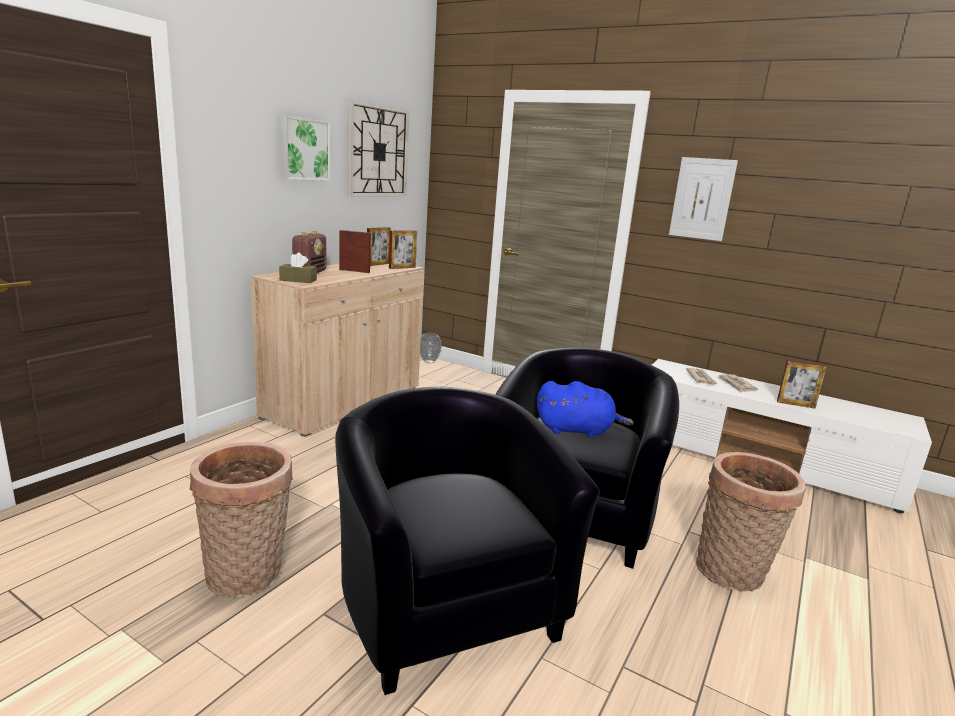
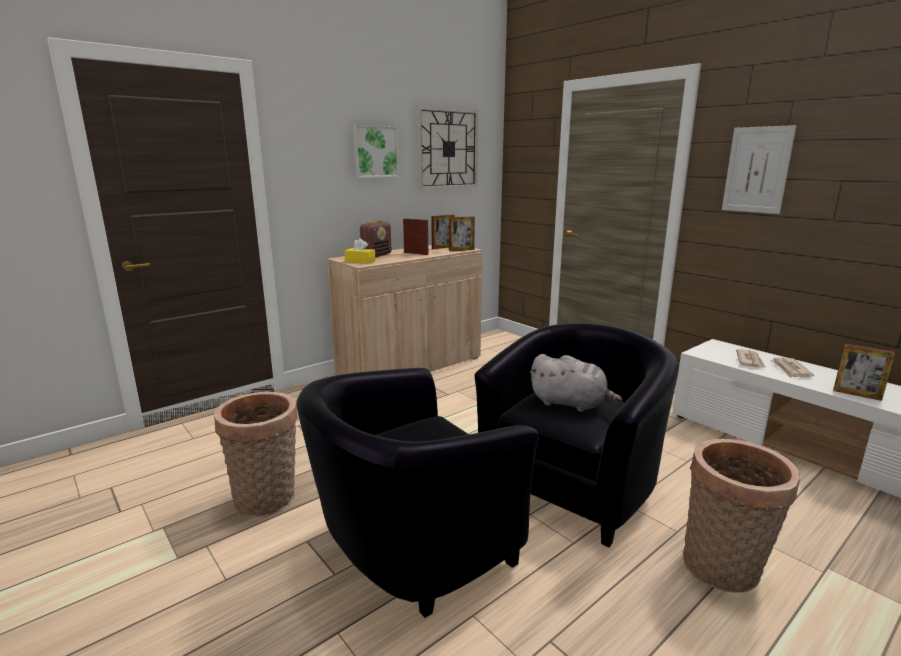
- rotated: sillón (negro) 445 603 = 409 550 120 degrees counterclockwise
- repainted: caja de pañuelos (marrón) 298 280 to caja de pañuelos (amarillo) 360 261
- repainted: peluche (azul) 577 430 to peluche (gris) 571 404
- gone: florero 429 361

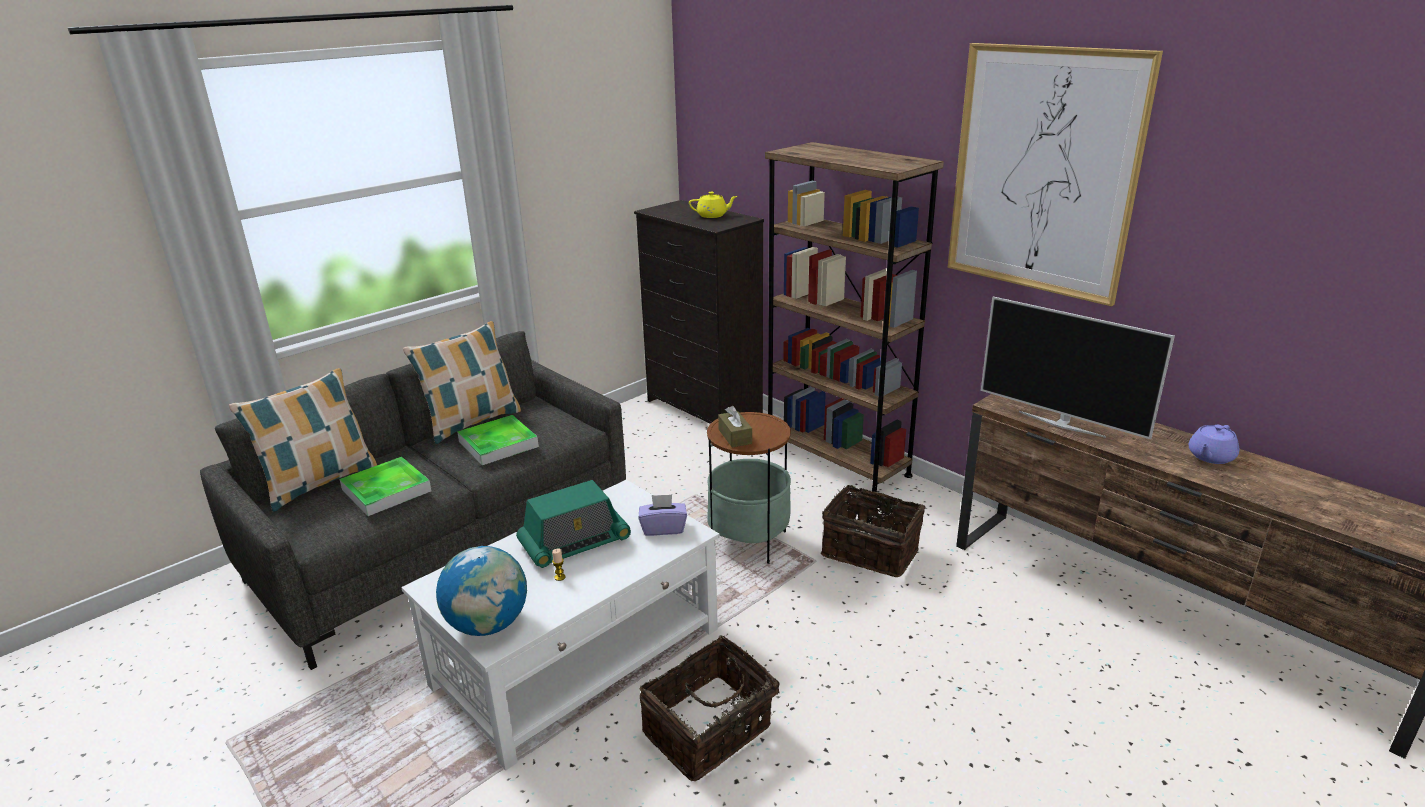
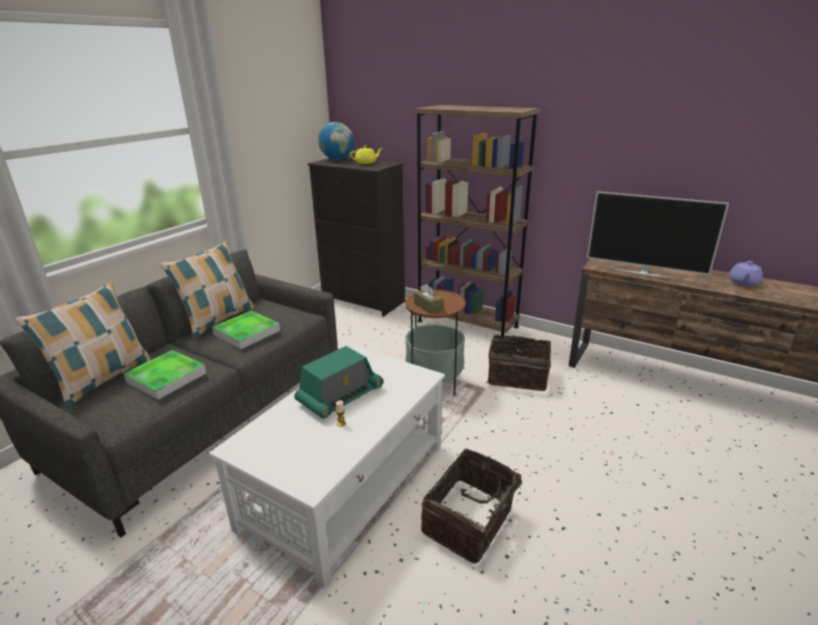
- shifted: globo terráqueo 488 625 to 337 159
- gone: caja de pañuelos (morado) 663 528
- gone: cuadro 1043 172

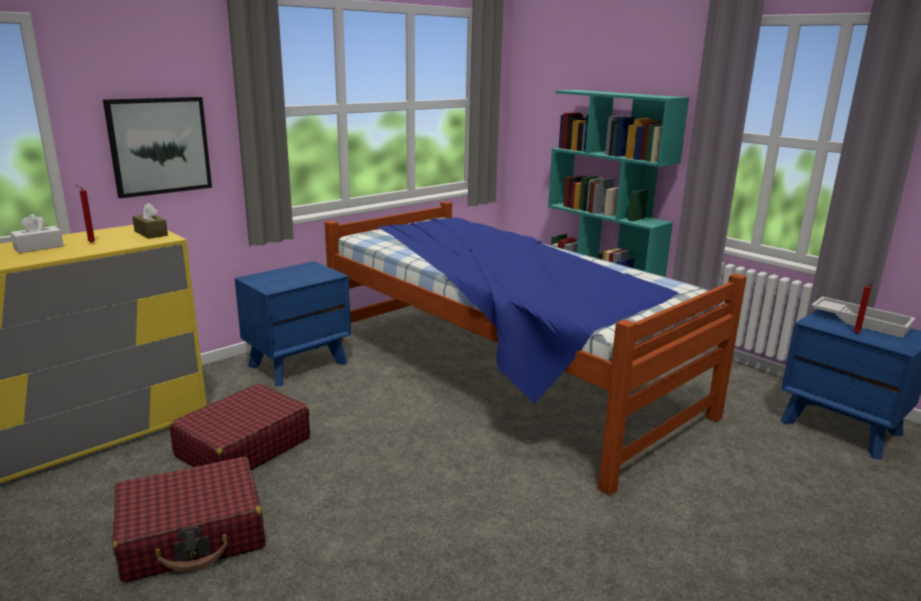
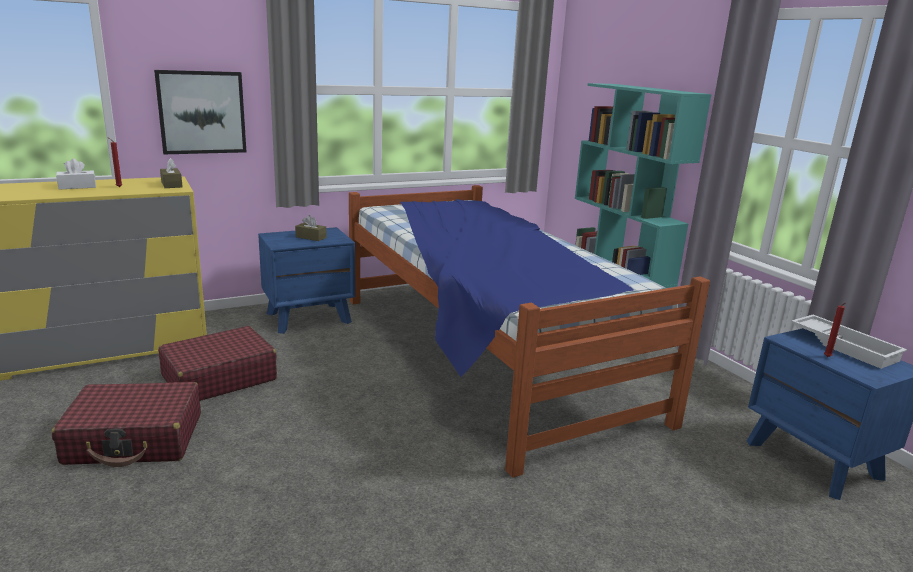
- new: caja de pañuelos (marrón) 311 237

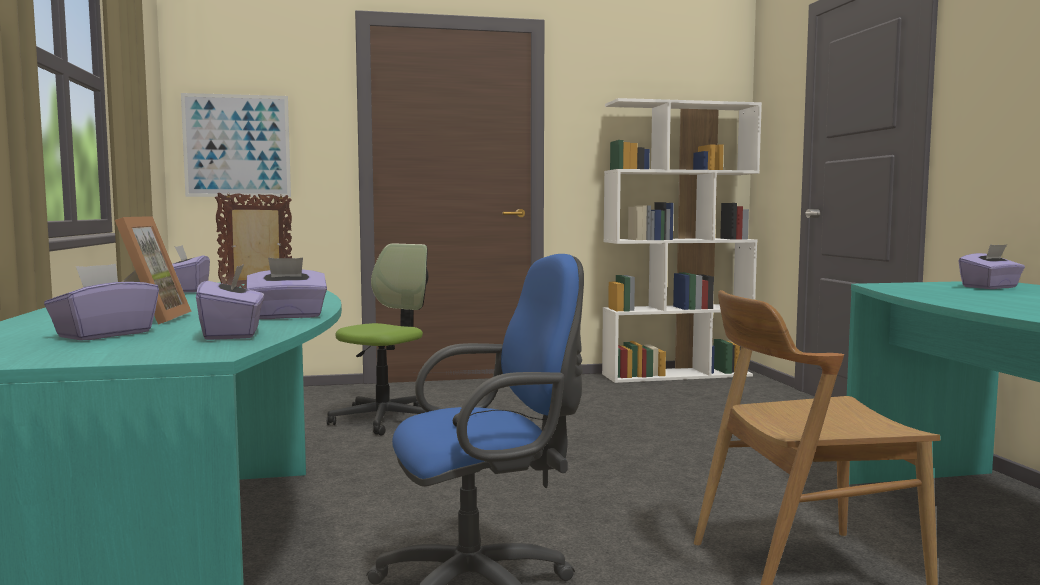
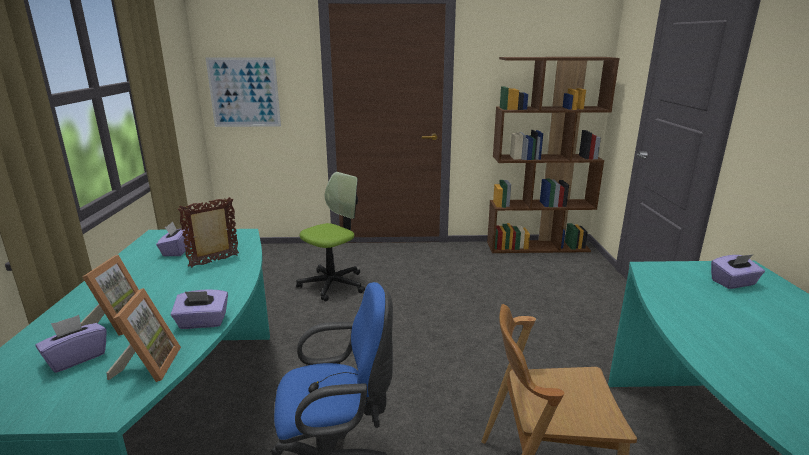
- swapped: caja de pañuelos (morado) 233 334 to portarretratos 148 365
- repainted: estantería (blanco) 677 375 to estantería (marrón) 538 247

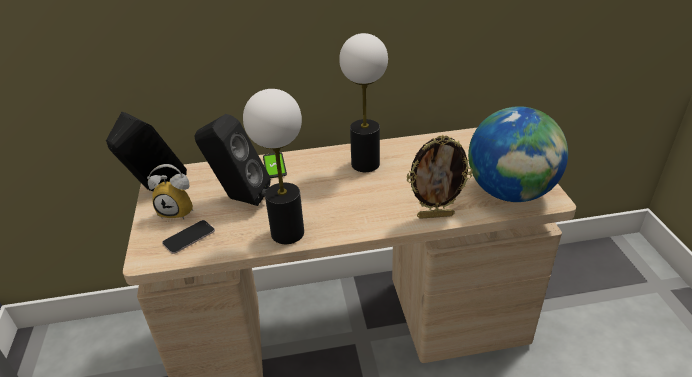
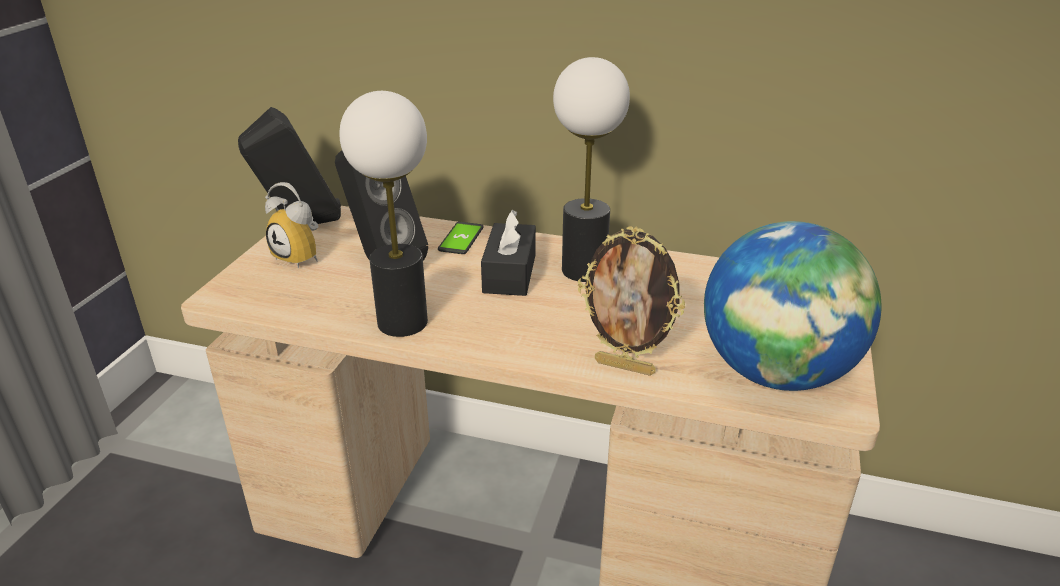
- new: caja de pañuelos (negro) 509 273
- gone: móvil 189 237

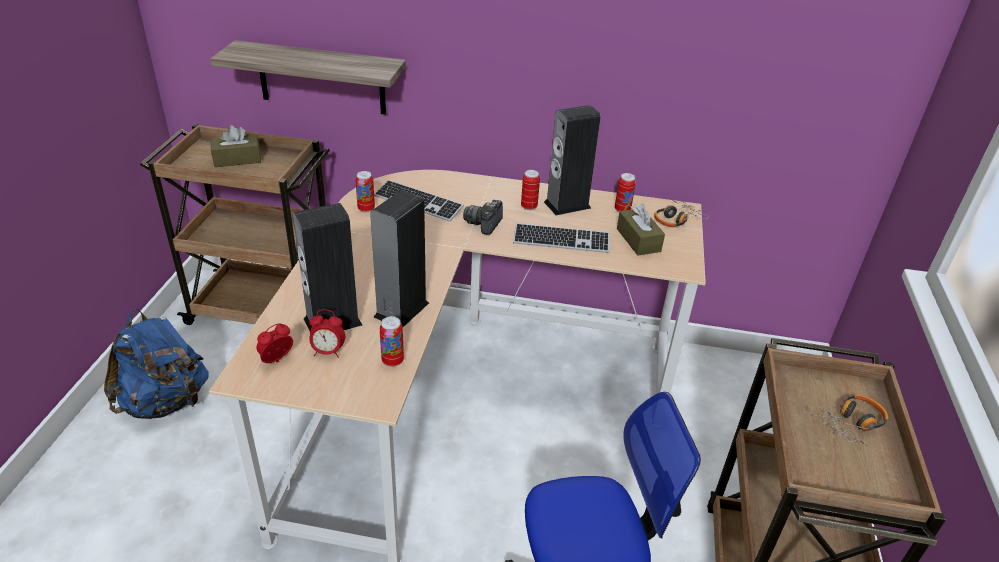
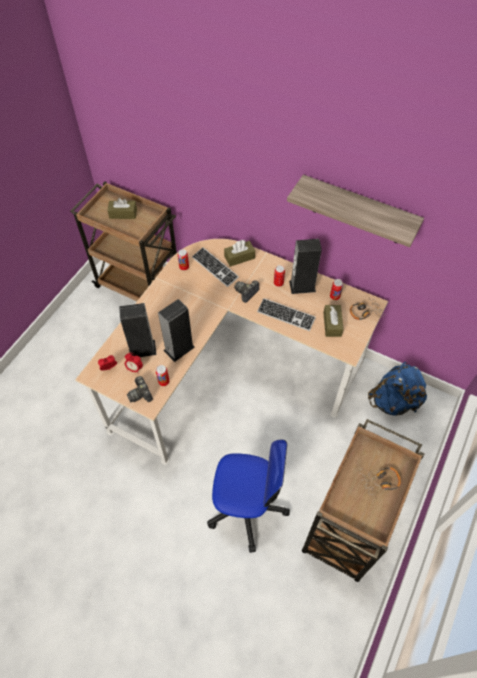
- new: cámara 141 394
- new: caja de pañuelos (marrón) 239 257
- shifted: estante 321 78 to 358 211
- shifted: mochila (azul) 165 402 to 393 401

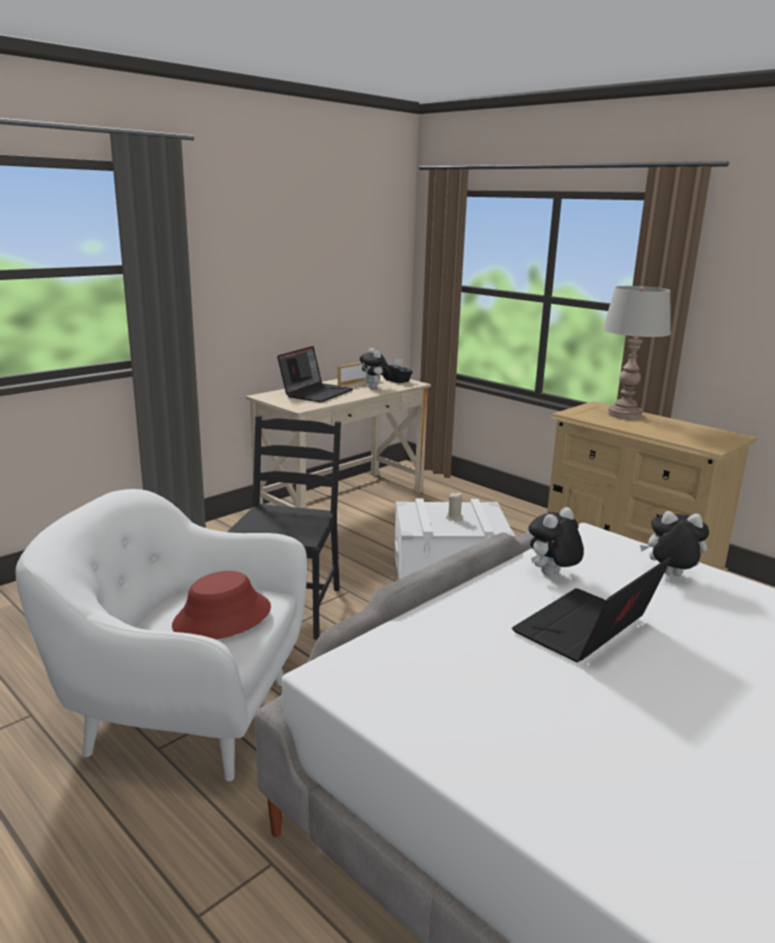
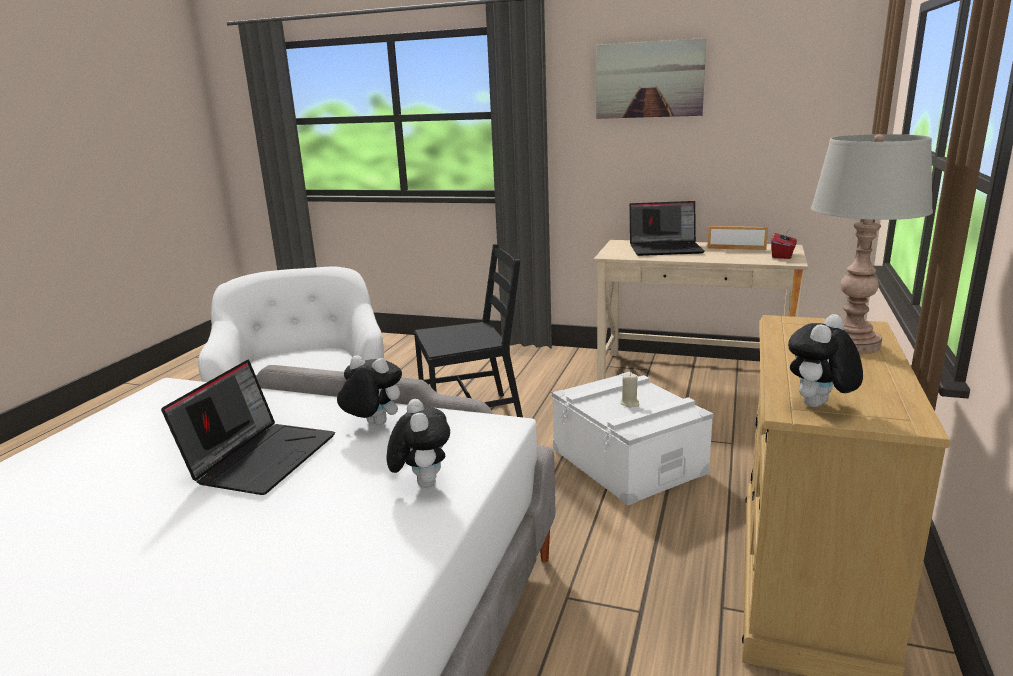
- rotated: portátil 586 631 = 261 457 90 degrees clockwise
- new: cuadro 649 80
- repainted: caja de pañuelos (negro) 396 380 to caja de pañuelos (rojo) 782 255
- shifted: peluche 374 388 to 819 406
- gone: sombrero (rojo) 222 617

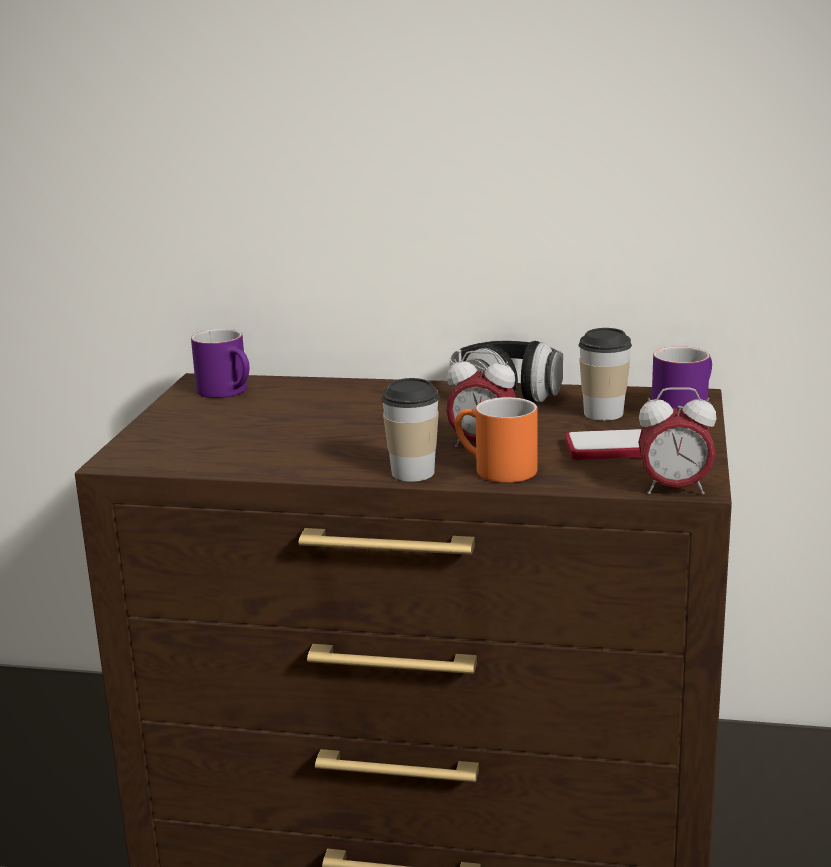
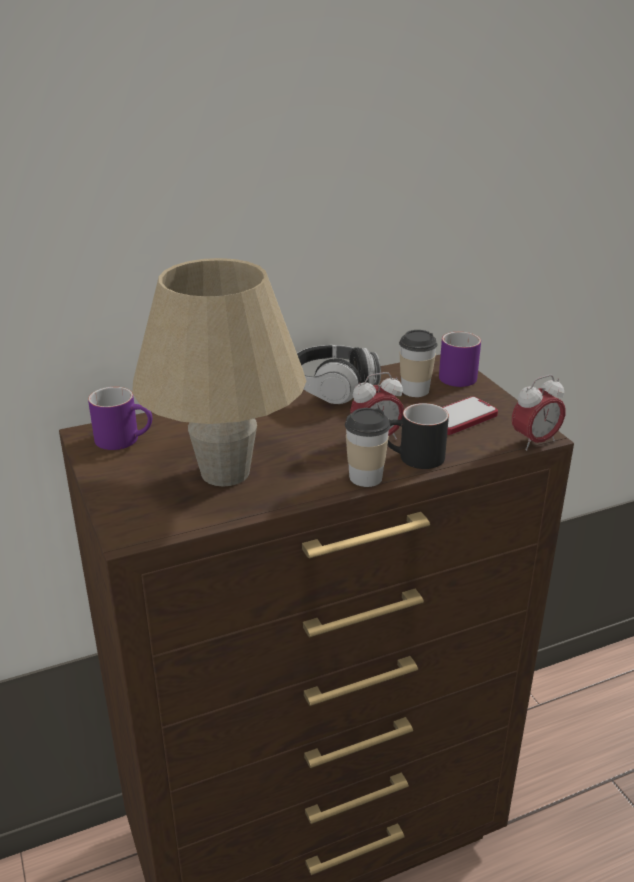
- new: lámpara de mesa (beis) 225 473
- repainted: taza grande (naranja) 494 470 to taza grande (negro) 413 458

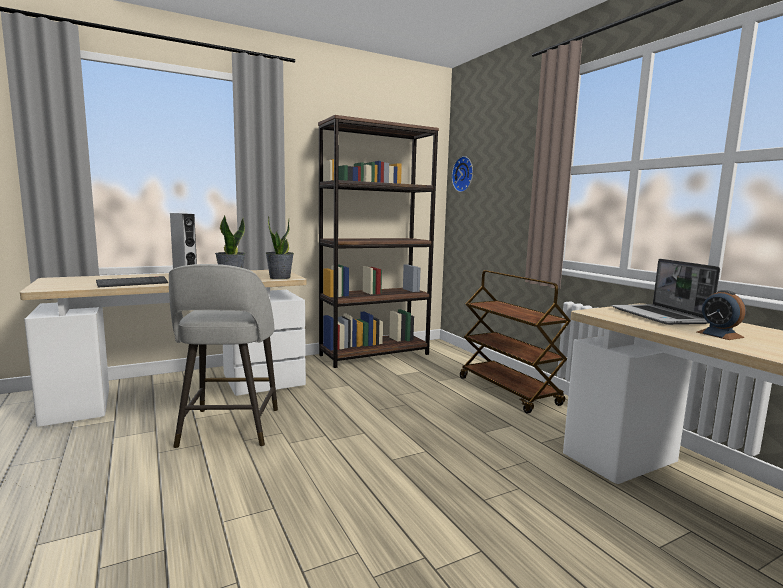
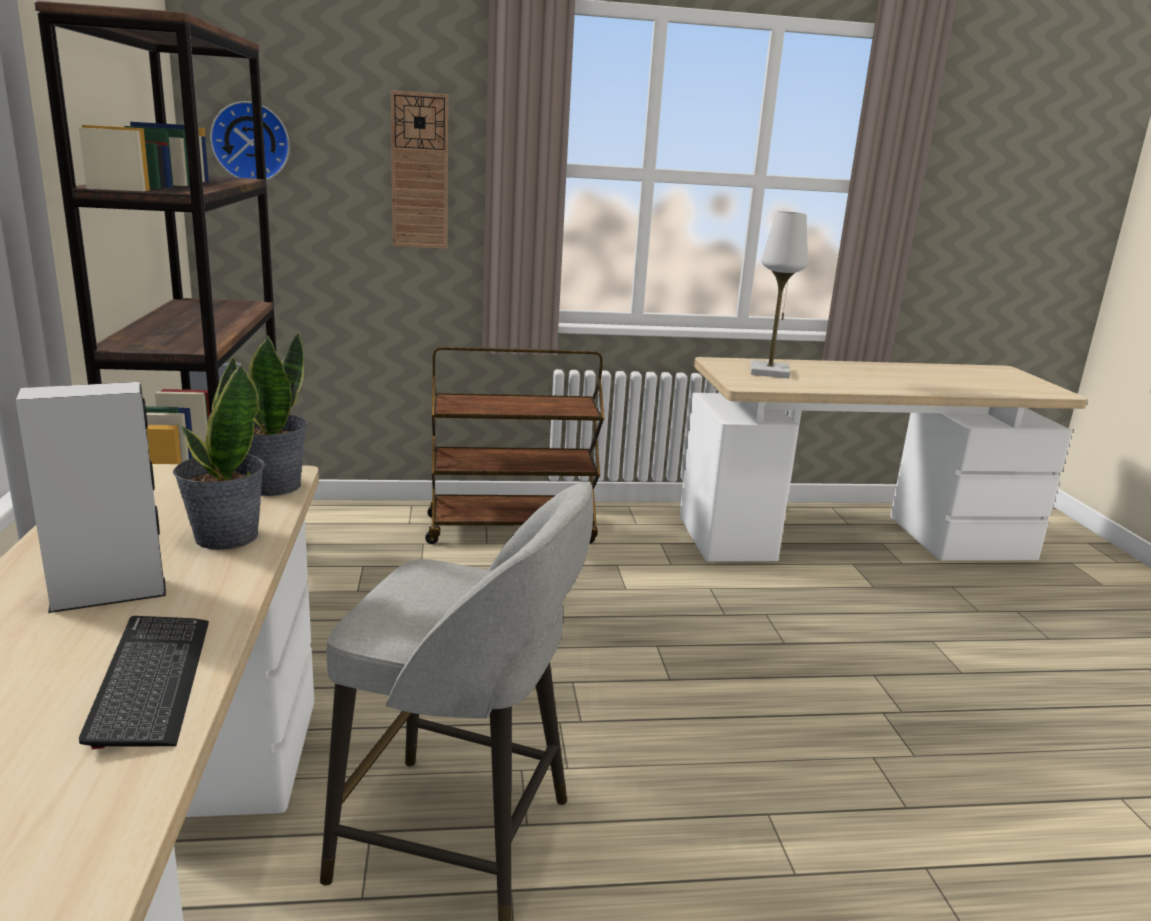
- new: reloj de pared 420 171
- swapped: portátil 660 316 to lámpara de mesa (blanco) 769 372
- gone: despertador 719 335

